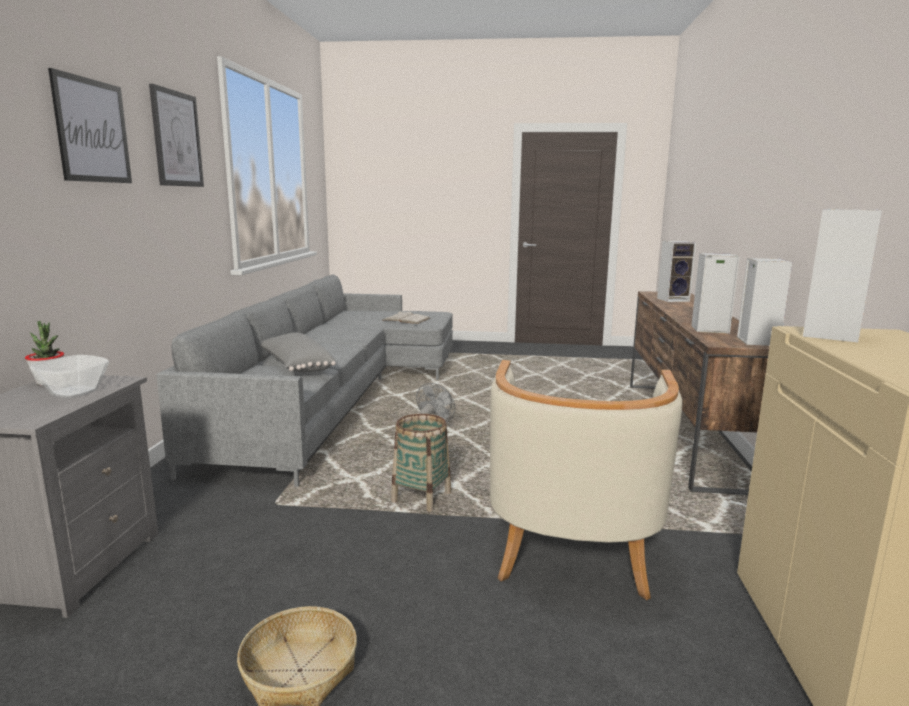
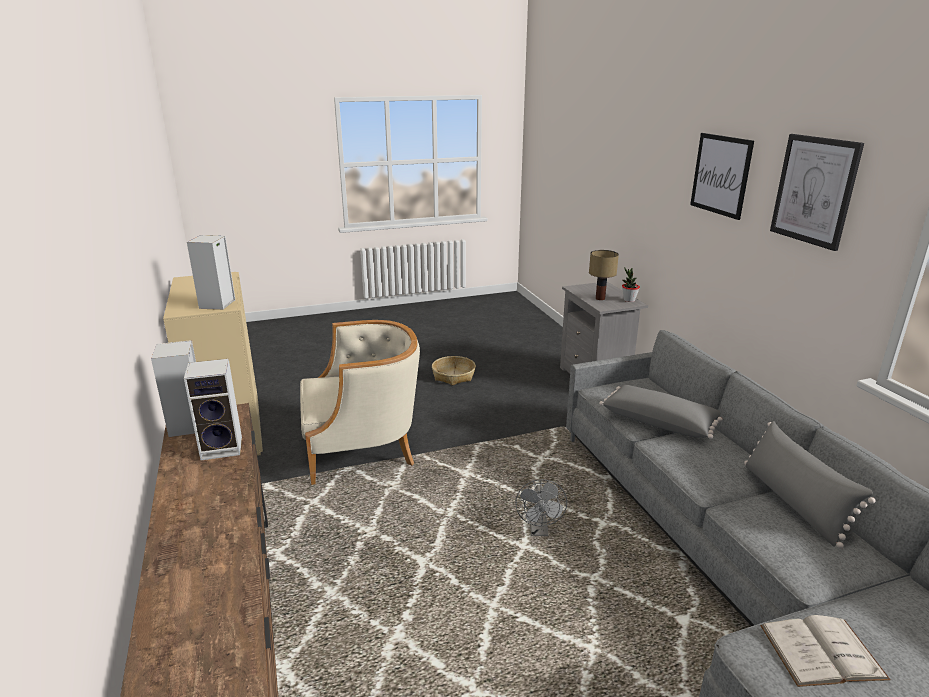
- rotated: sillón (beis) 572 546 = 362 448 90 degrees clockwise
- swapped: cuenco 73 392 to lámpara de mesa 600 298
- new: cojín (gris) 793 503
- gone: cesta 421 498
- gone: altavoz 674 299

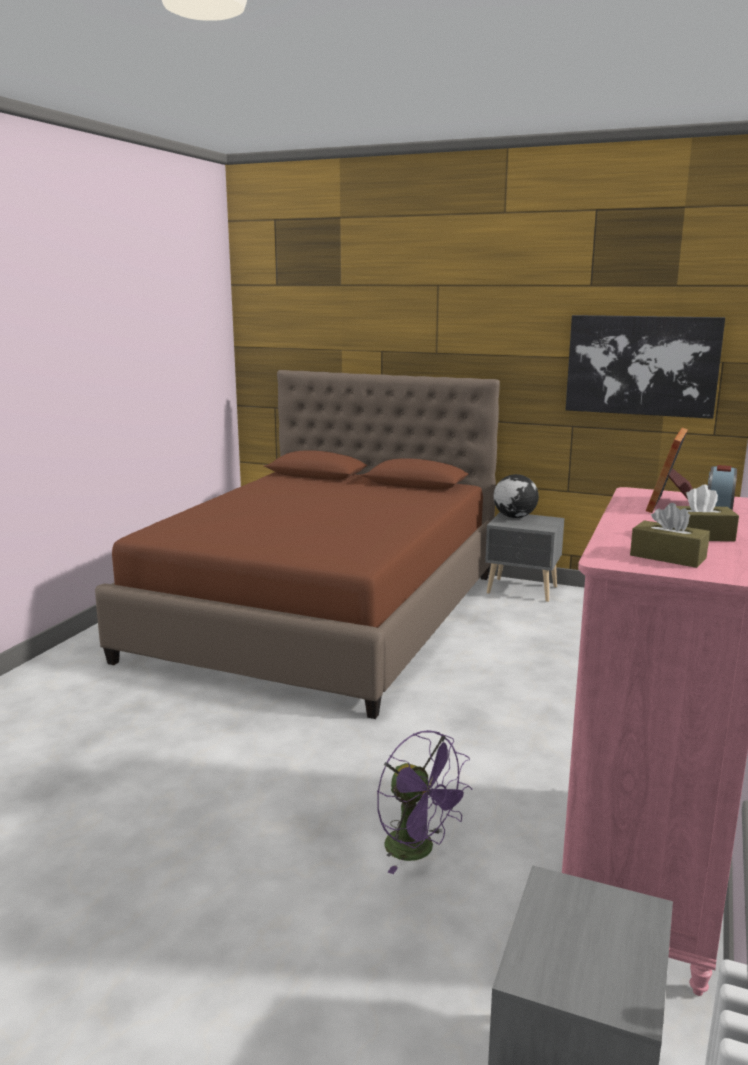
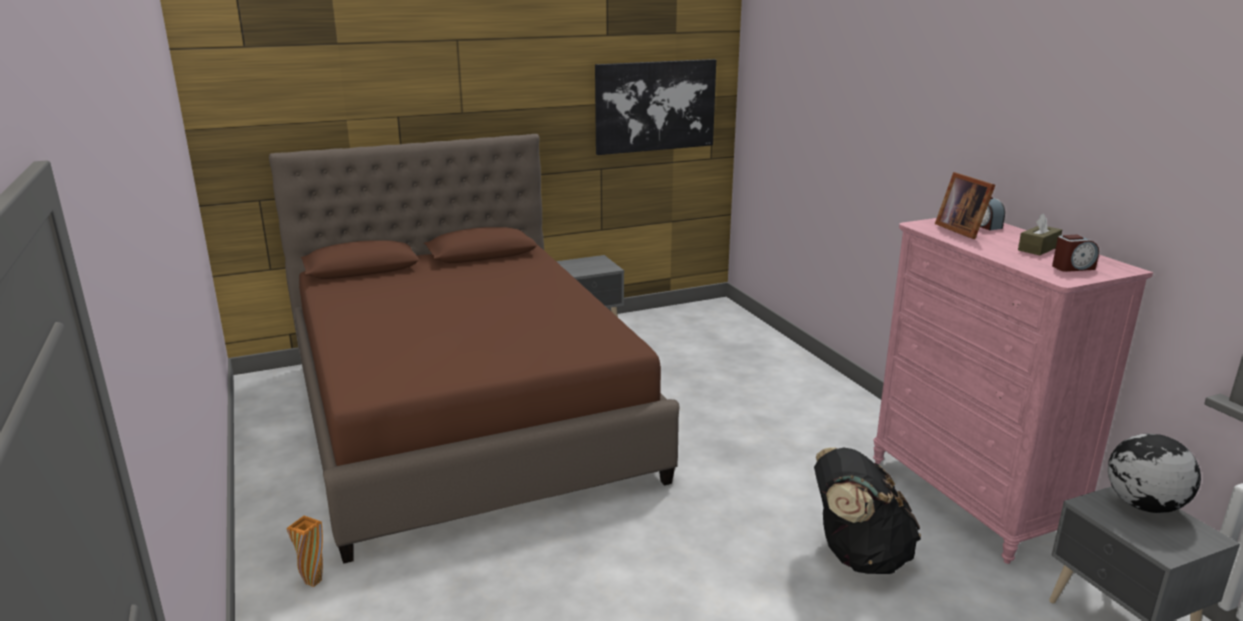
- new: florero (naranja) 313 582
- swapped: ventilador (morado) 418 850 to mochila (negro) 857 555
- swapped: caja de pañuelos (marrón) 667 557 to despertador 1072 267
- shifted: globo terráqueo 514 517 to 1143 505

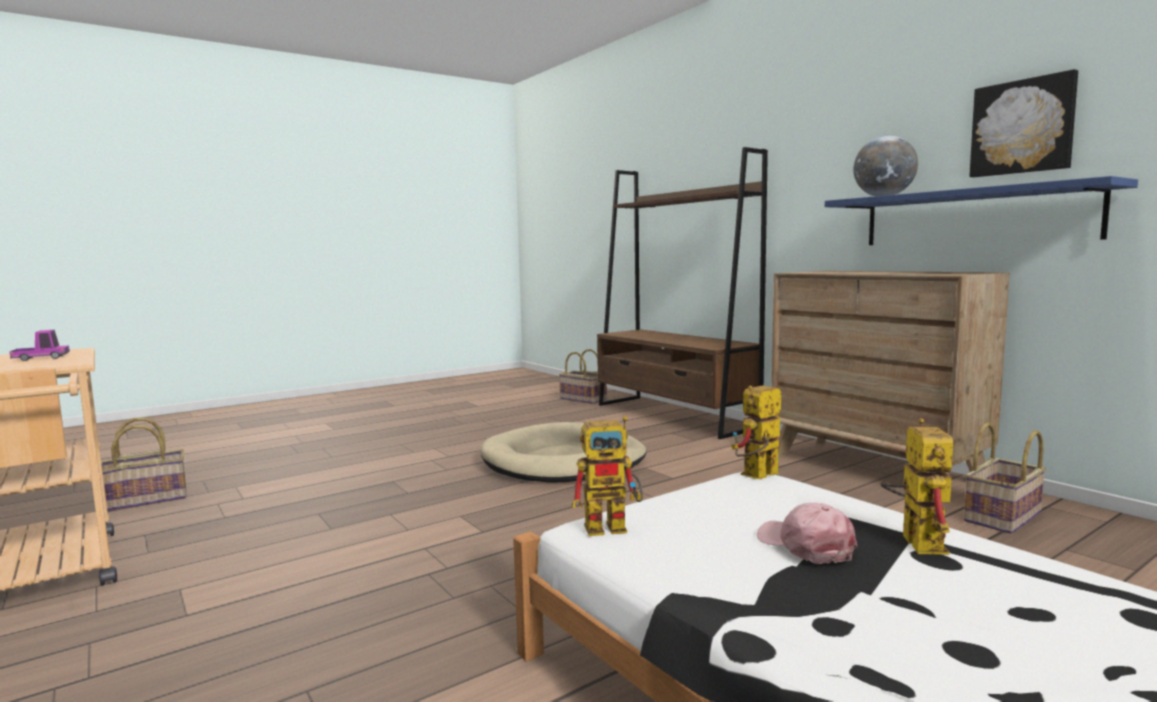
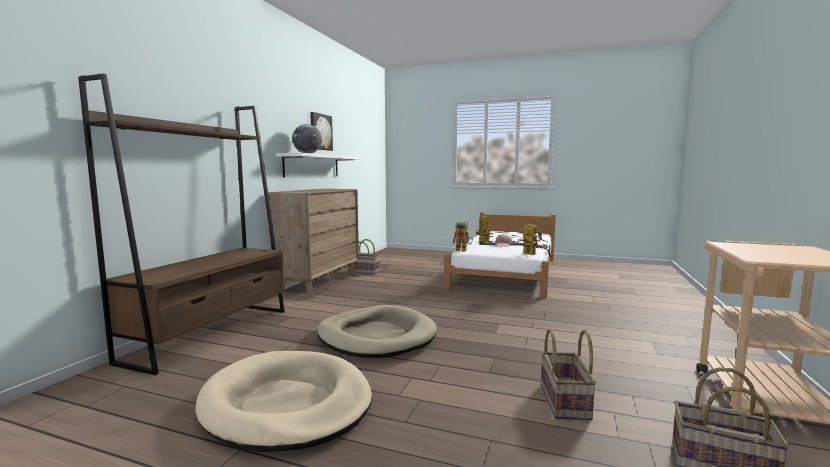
- new: cama para perro (beis) 287 404
- repainted: estante (azul) 974 217 to estante (blanco) 312 166
- shifted: cesta 582 399 to 566 401
- gone: camión de juguete 41 358

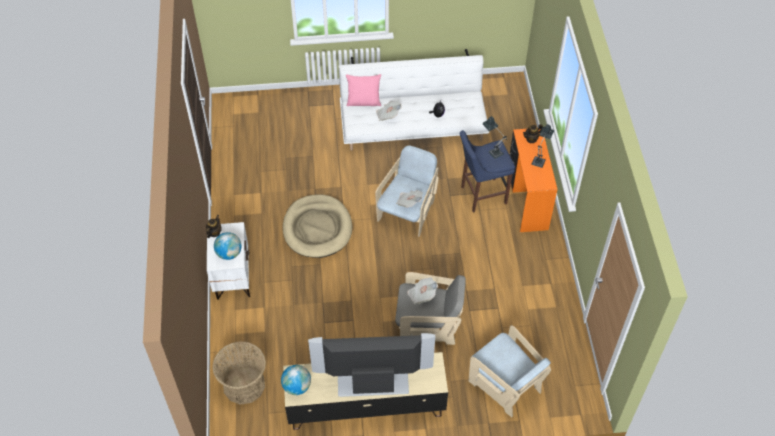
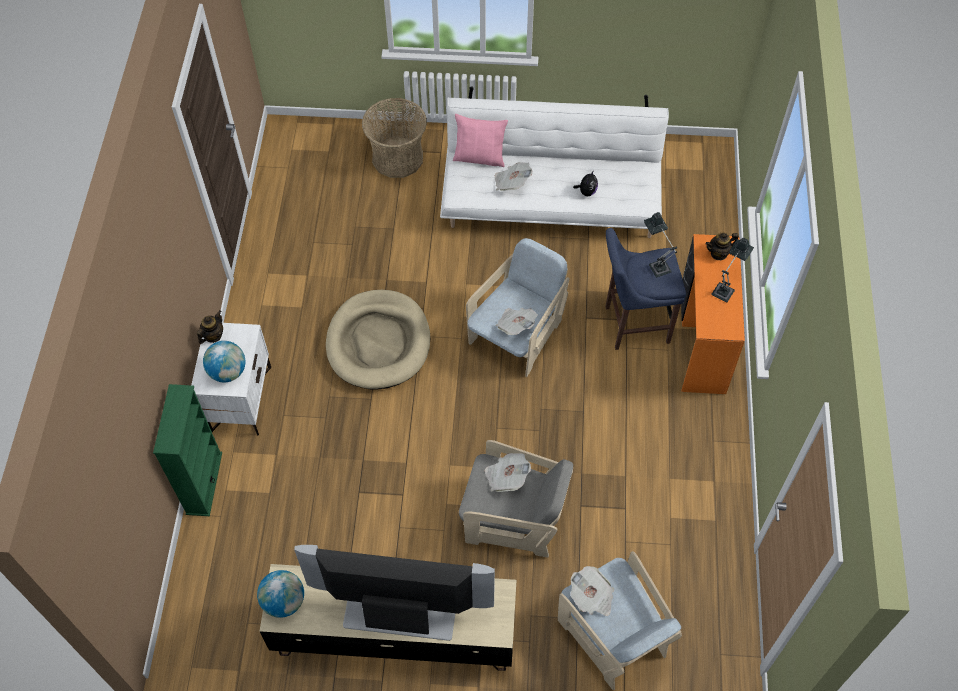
- new: estantería (verde) 204 483
- shifted: cesta 244 385 to 397 158
- new: periódico 592 597

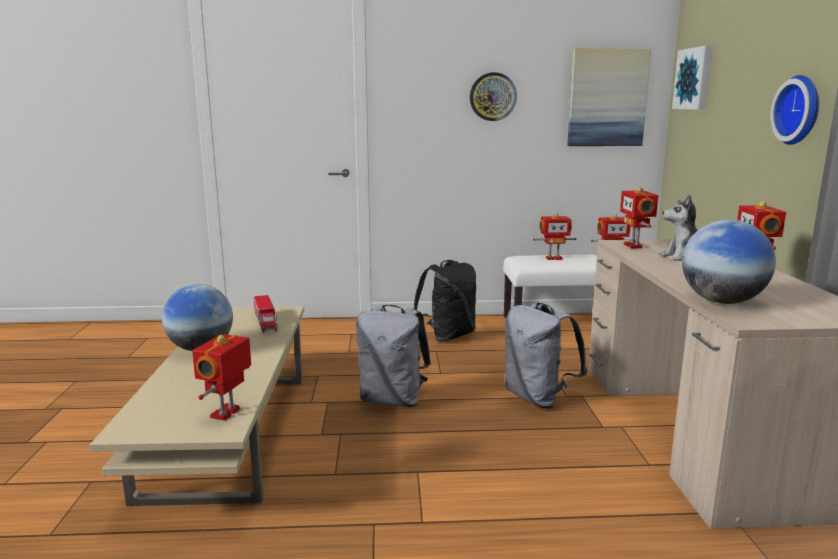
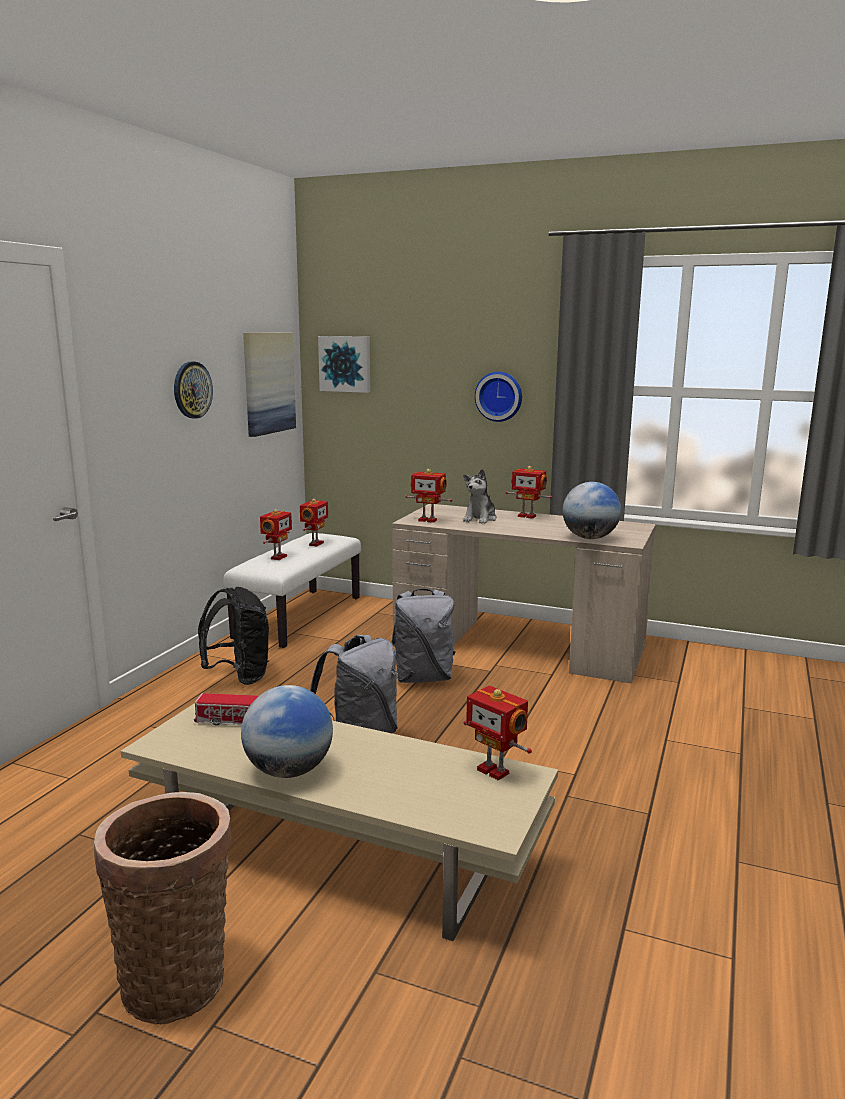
- new: cesta 177 977

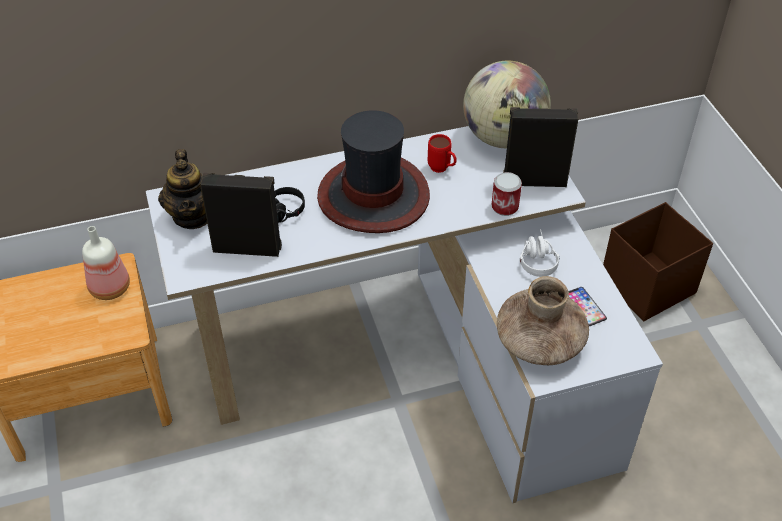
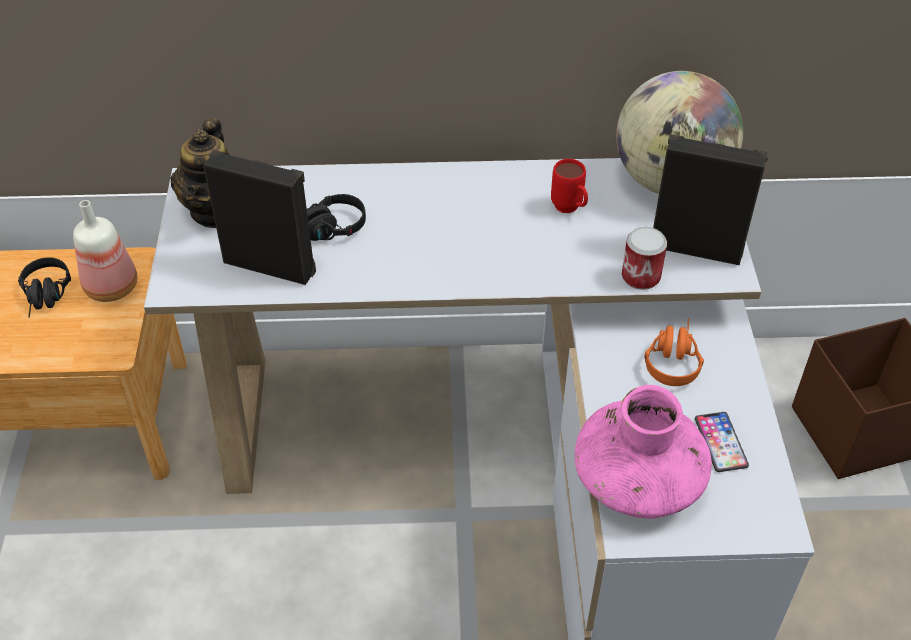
- new: auriculares (negro) 47 297
- repainted: florero (marrón) 539 342 to florero (rosa) 638 479
- repainted: auriculares (blanco) 536 258 to auriculares (naranja) 672 358
- gone: sombrero 374 196

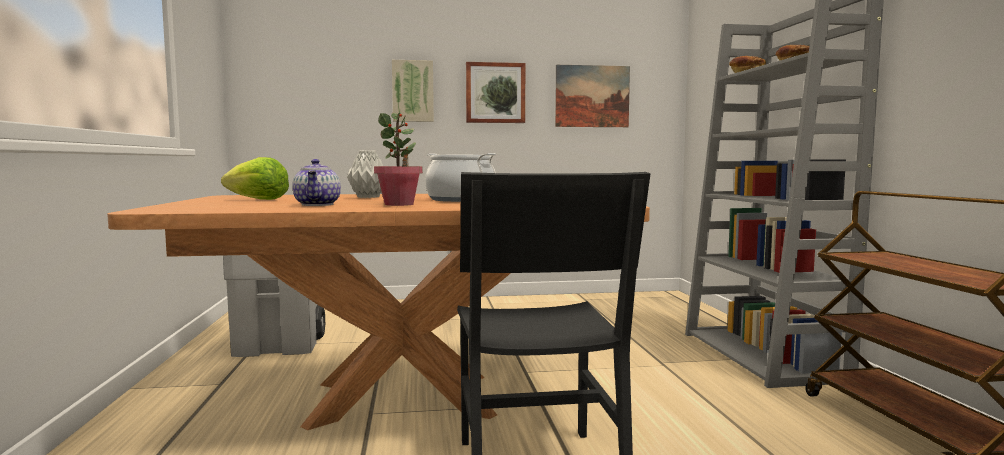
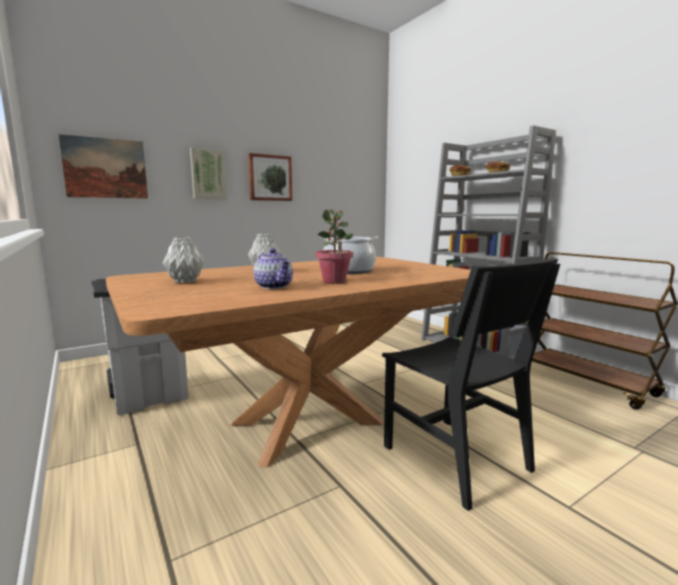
- shifted: cuadro 592 96 to 105 168
- swapped: lechuga 258 199 to florero (gris) 185 281

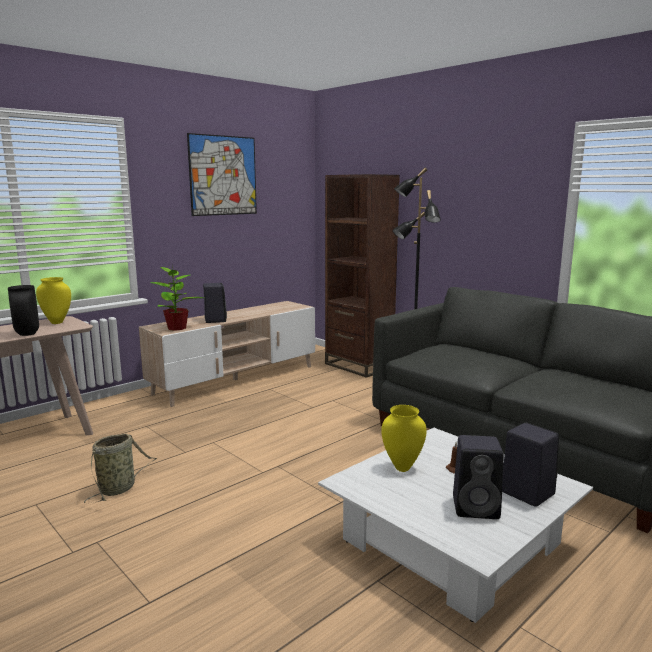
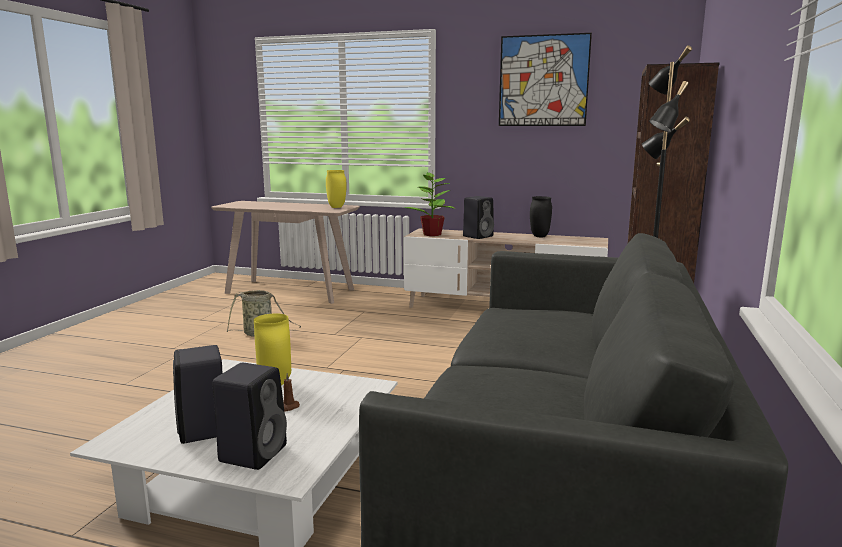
- shifted: florero (negro) 26 334 to 539 236

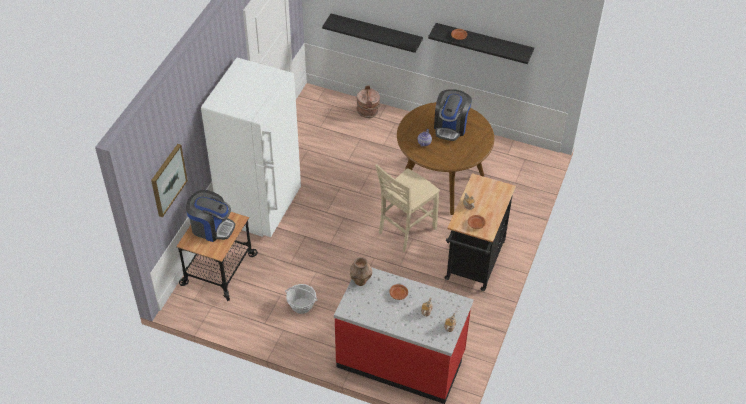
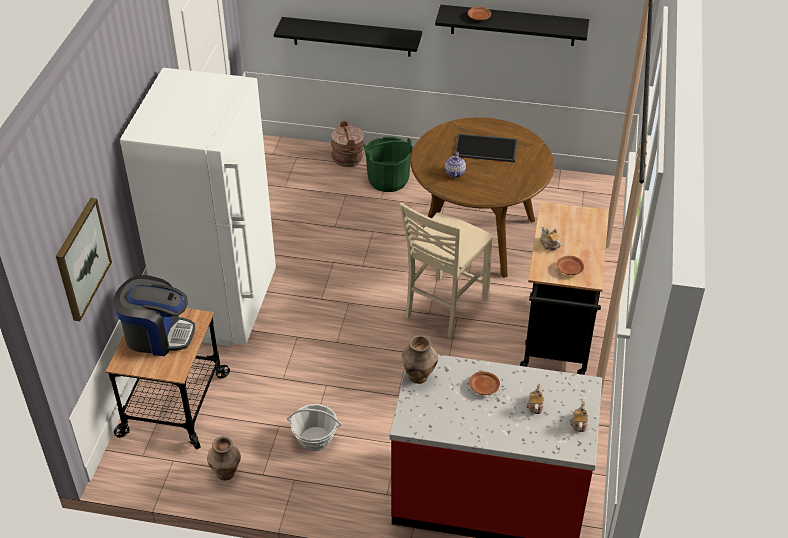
- new: florero (marrón) 226 473
- new: cubo (verde) 388 180
- swapped: cafetera 451 126 to bandeja 486 148

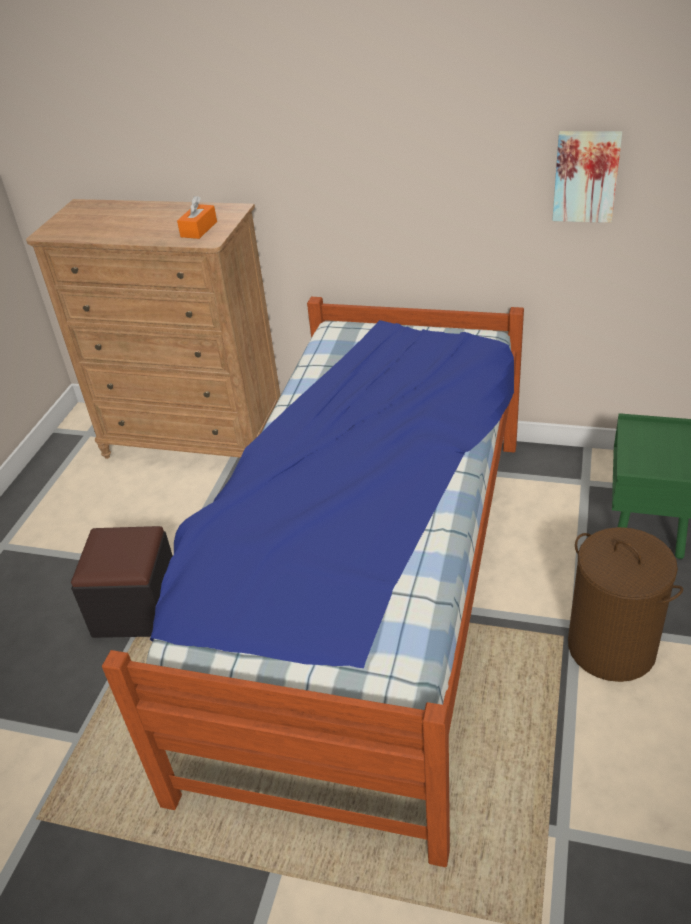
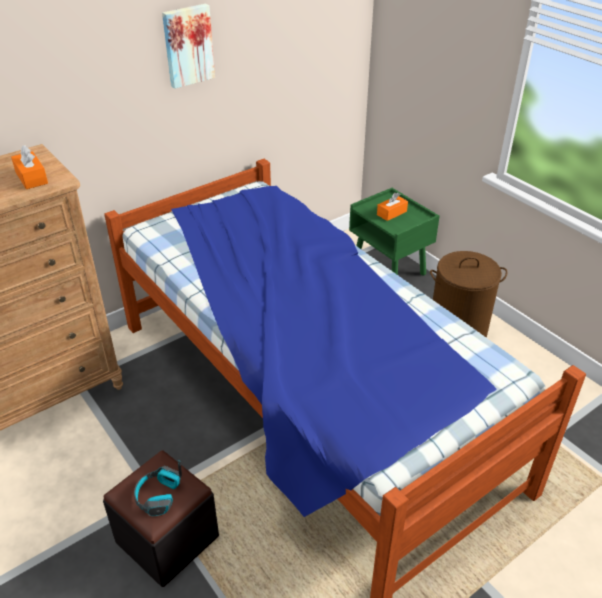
- new: auriculares 159 496
- shifted: cuadro 586 176 to 188 45
- new: caja de pañuelos (naranja) 391 213

